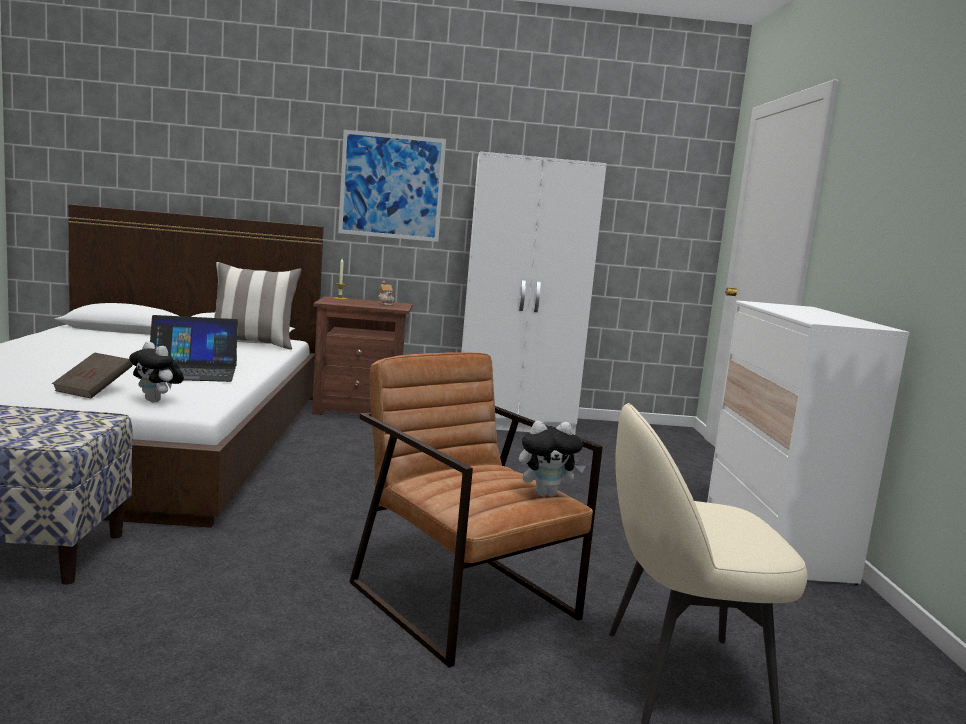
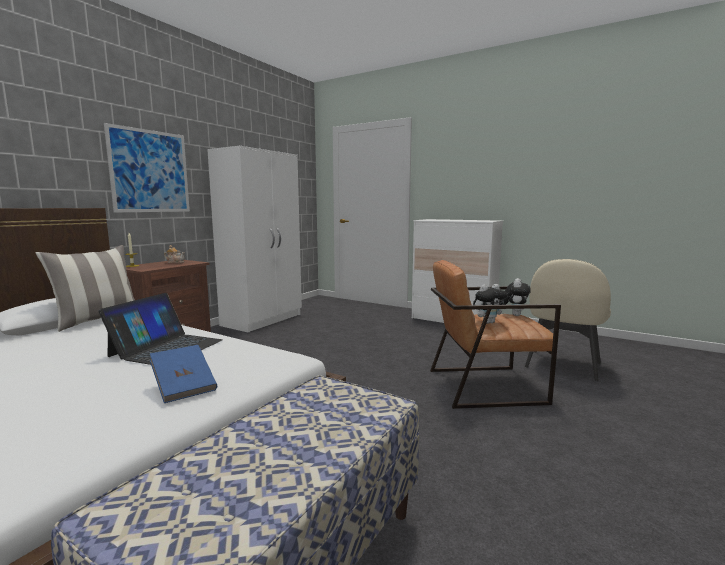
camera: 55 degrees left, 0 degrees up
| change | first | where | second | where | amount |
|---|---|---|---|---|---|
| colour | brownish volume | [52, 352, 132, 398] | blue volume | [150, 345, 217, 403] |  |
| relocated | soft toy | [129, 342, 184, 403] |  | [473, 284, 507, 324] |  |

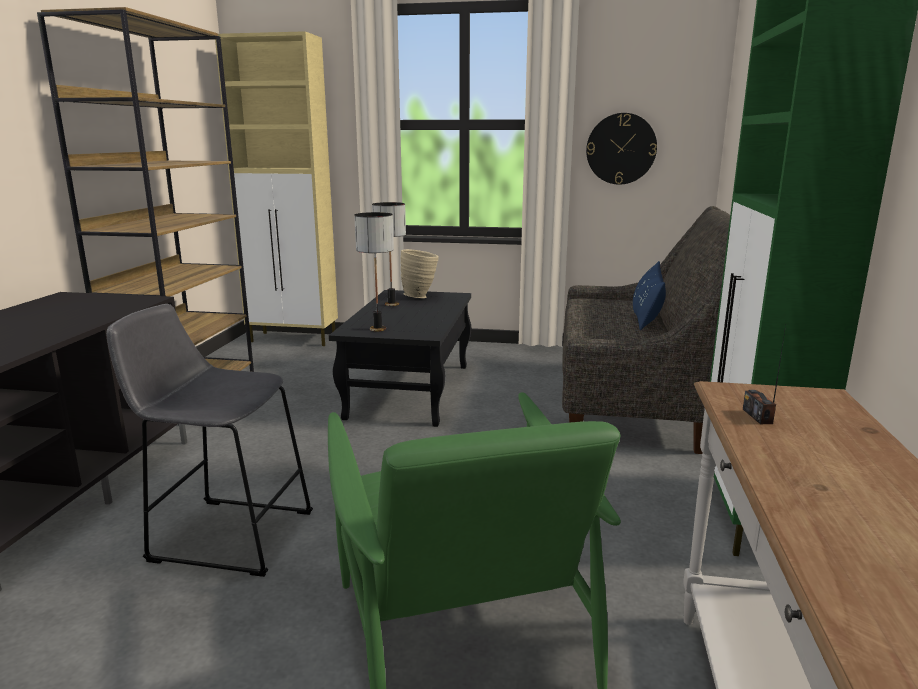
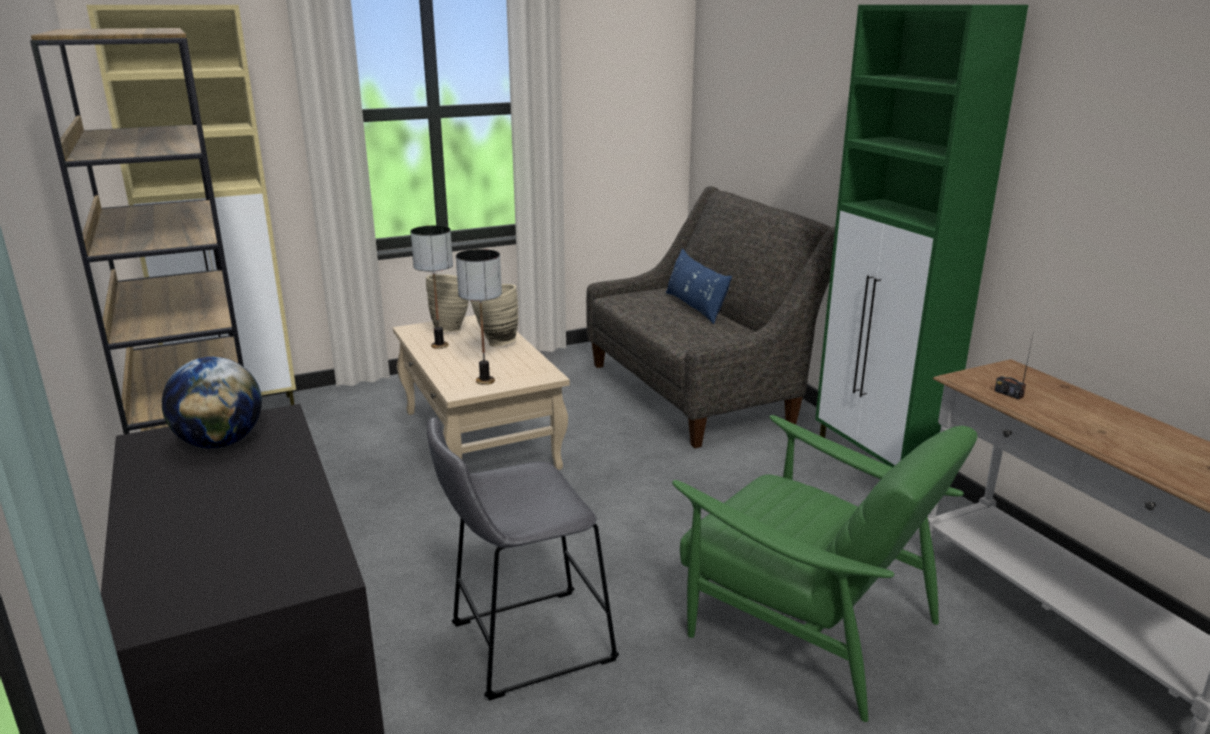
camera: 35 degrees left, 5 degrees up
| change | first | where | second | where | amount |
|---|---|---|---|---|---|
| colour | blackish coffee table | [329, 290, 471, 427] | sand-coloured coffee table | [393, 315, 570, 470] |  |
| missing | hanging clock | [586, 113, 657, 184] |  |  |  |
| appeared |  |  | world globe | [162, 357, 262, 448] |  |
| appeared |  |  | sand-coloured flower vase | [470, 284, 518, 347] |  |

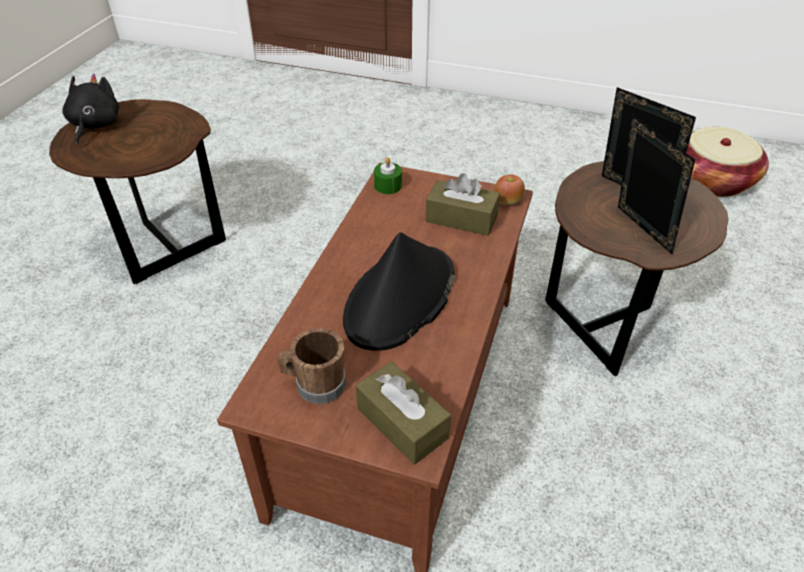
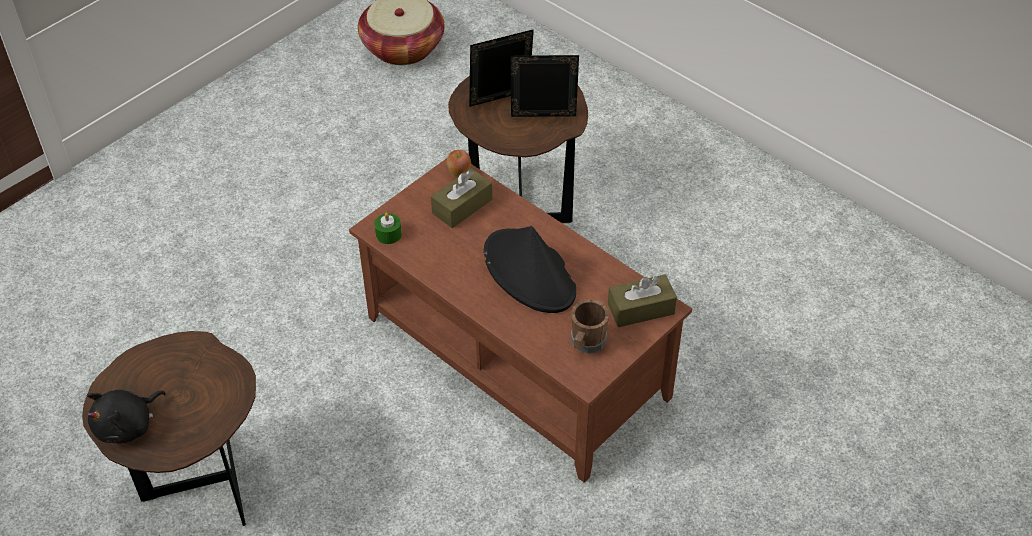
camera: 65 degrees left, 5 degrees up
| change | first | where | second | where | amount |
|---|---|---|---|---|---|
| spun | blackish soft toy | [62, 74, 119, 144] |  | [87, 390, 166, 443] | 75 degrees counterclockwise |

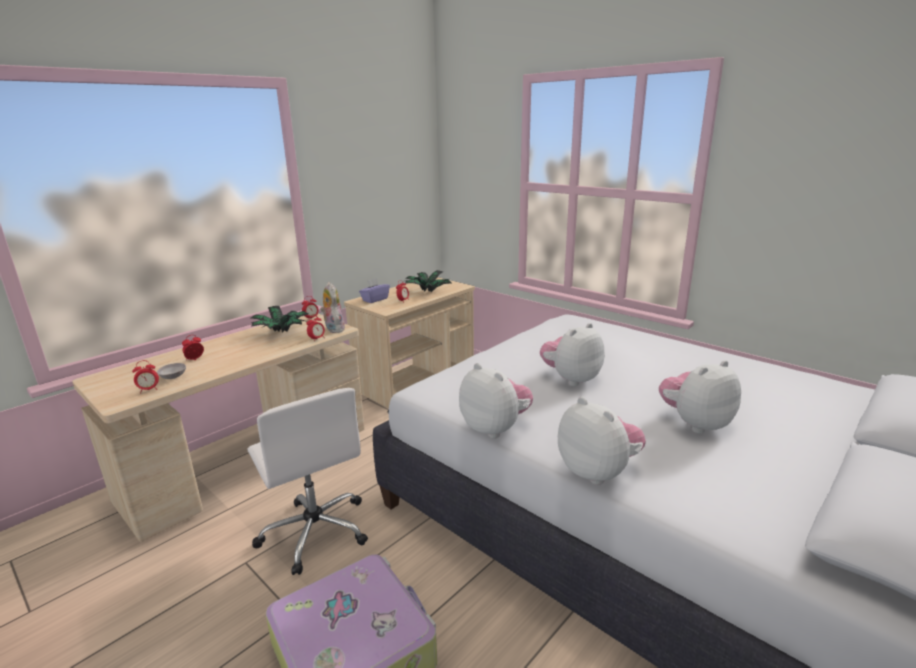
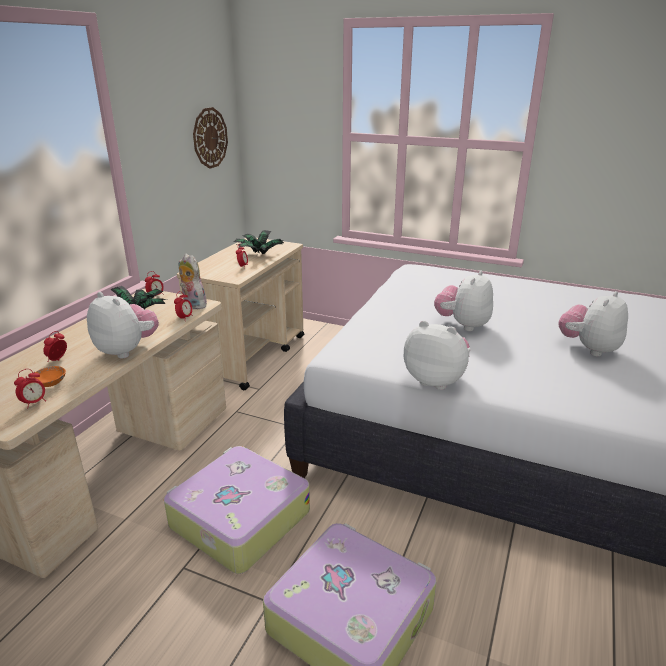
camera: 20 degrees left, 5 degrees up
| change | first | where | second | where | amount |
|---|---|---|---|---|---|
| colour | grey serving bowl | [157, 363, 186, 379] | orange-coloured serving bowl | [32, 366, 66, 387] |  |
| exchanged | white computer chair | [248, 388, 368, 575] | piece of luggage | [164, 446, 310, 574] |  |
| missing | purple box of tissues | [359, 278, 390, 303] |  |  |  |
| relocated | soft toy | [558, 397, 646, 485] |  | [87, 292, 159, 359] |  |
| appeared |  |  | hanging clock | [193, 107, 228, 169] |  |

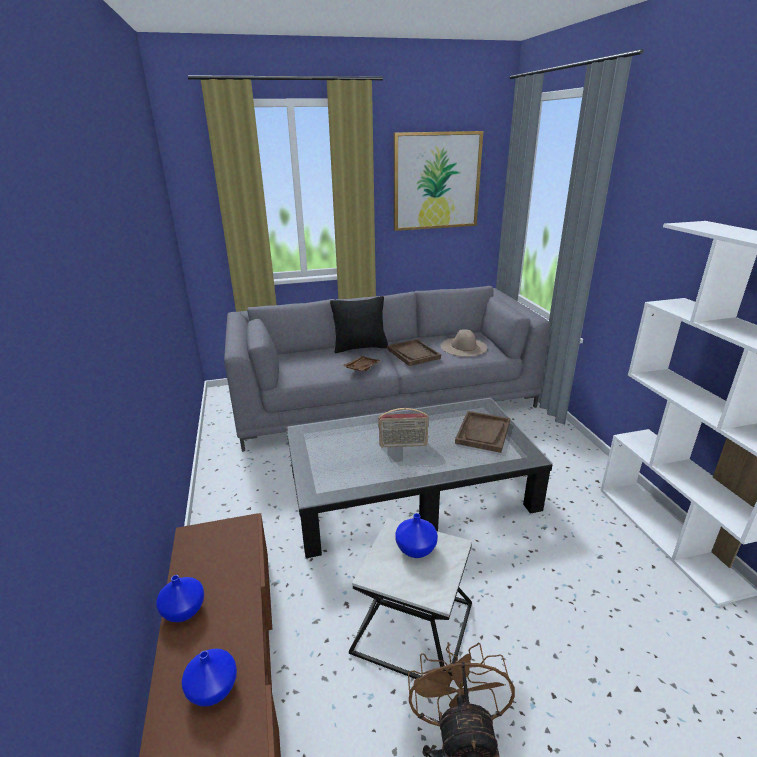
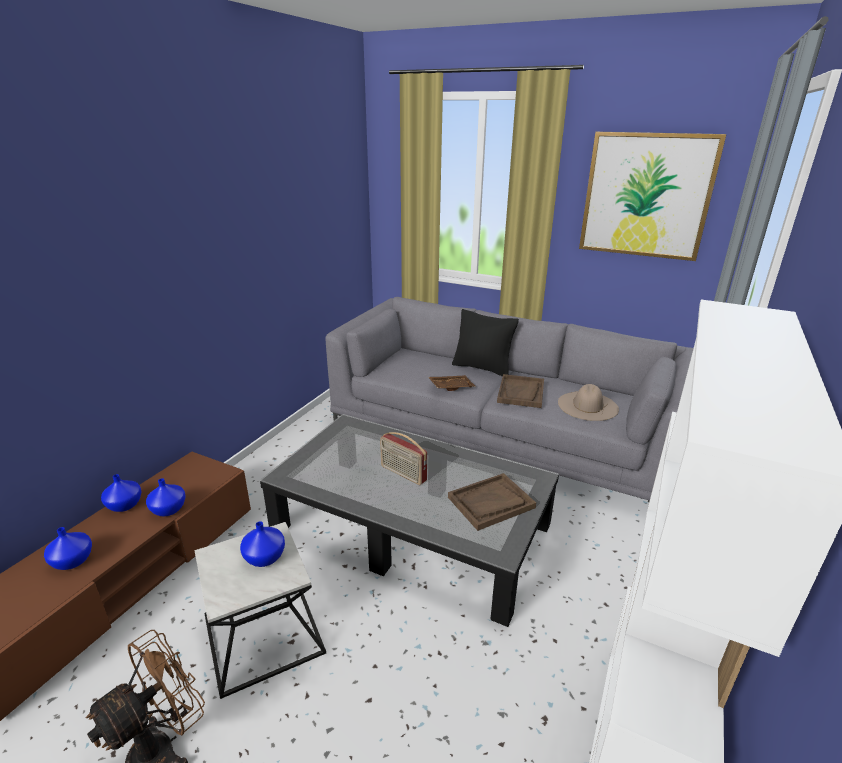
camera: 40 degrees right, 0 degrees up
| change | first | where | second | where | amount |
|---|---|---|---|---|---|
| appeared |  |  | blue flower vase | [146, 478, 186, 516] |  |

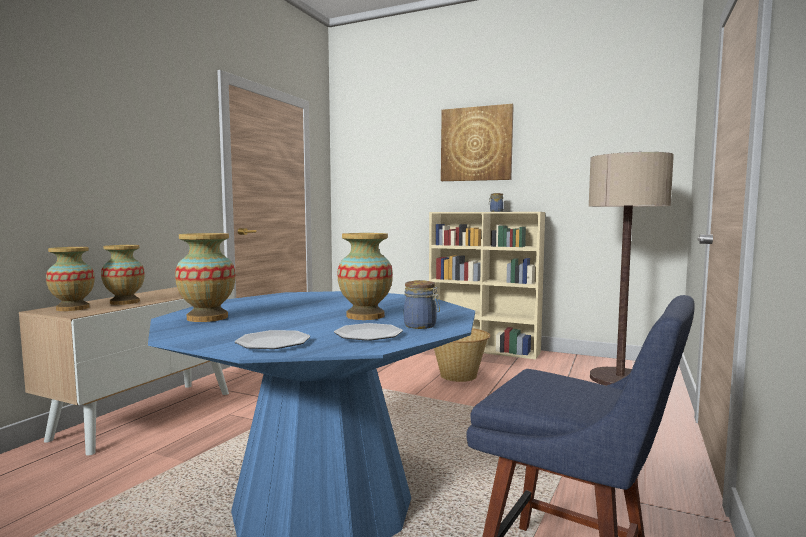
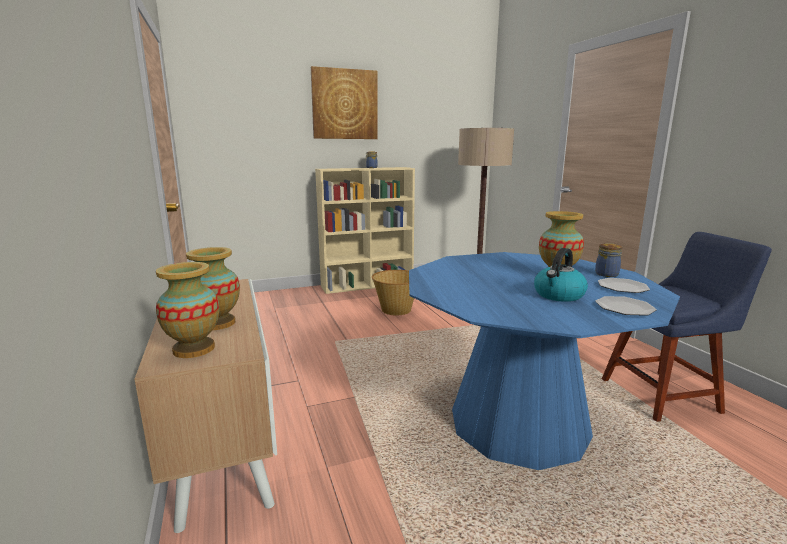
camera: 45 degrees left, 10 degrees up
| change | first | where | second | where | amount |
|---|---|---|---|---|---|
| missing | flower vase | [175, 233, 235, 322] |  |  |  |
| appeared |  |  | tea kettle | [534, 248, 588, 302] |  |

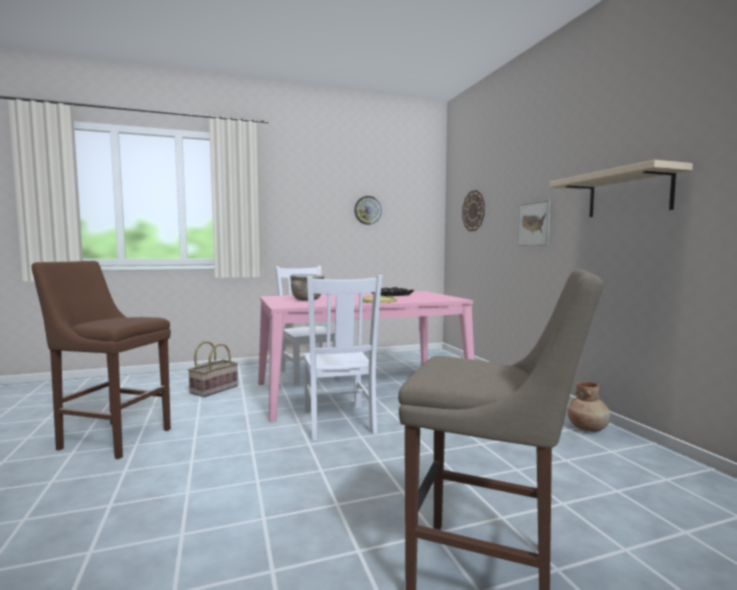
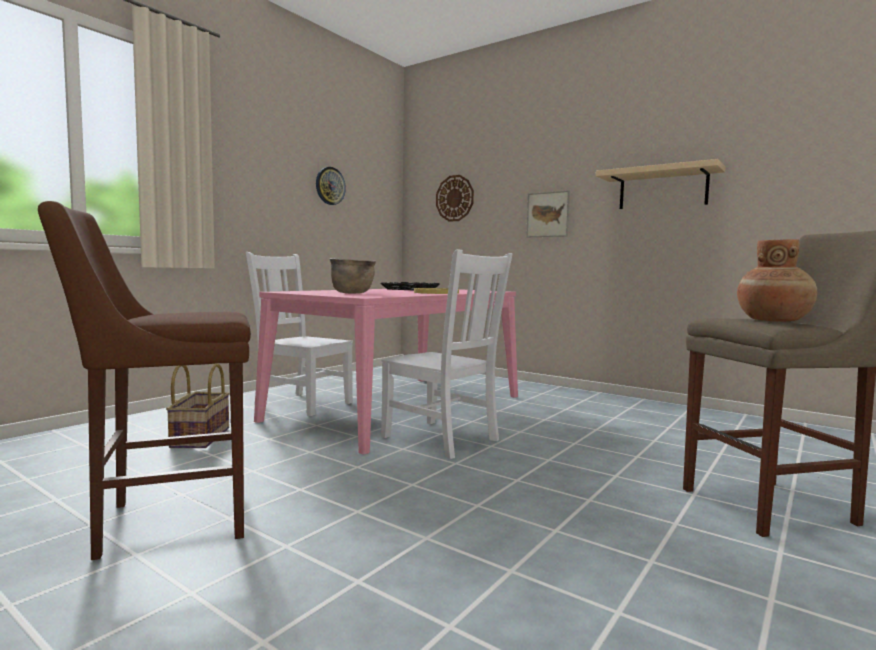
camera: 35 degrees left, 0 degrees up
| change | first | where | second | where | amount |
|---|---|---|---|---|---|
| relocated | brownish flower vase | [567, 381, 611, 432] |  | [737, 239, 817, 322] |  |

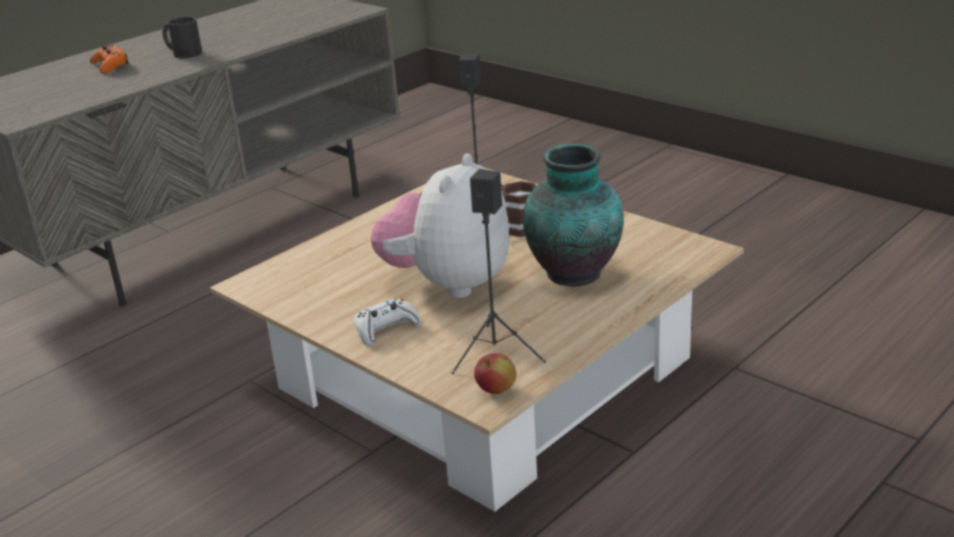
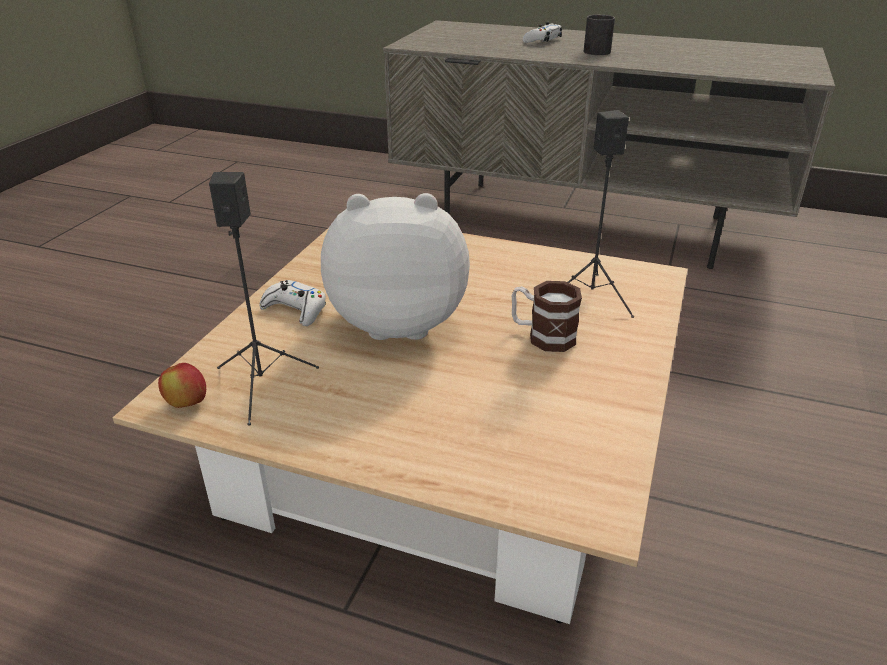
camera: 65 degrees right, 5 degrees up
| change | first | where | second | where | amount |
|---|---|---|---|---|---|
| colour | orange-coloured game controller | [90, 45, 129, 74] | white game controller | [523, 22, 562, 43] |  |
| missing | flower vase | [523, 143, 624, 287] |  |  |  |

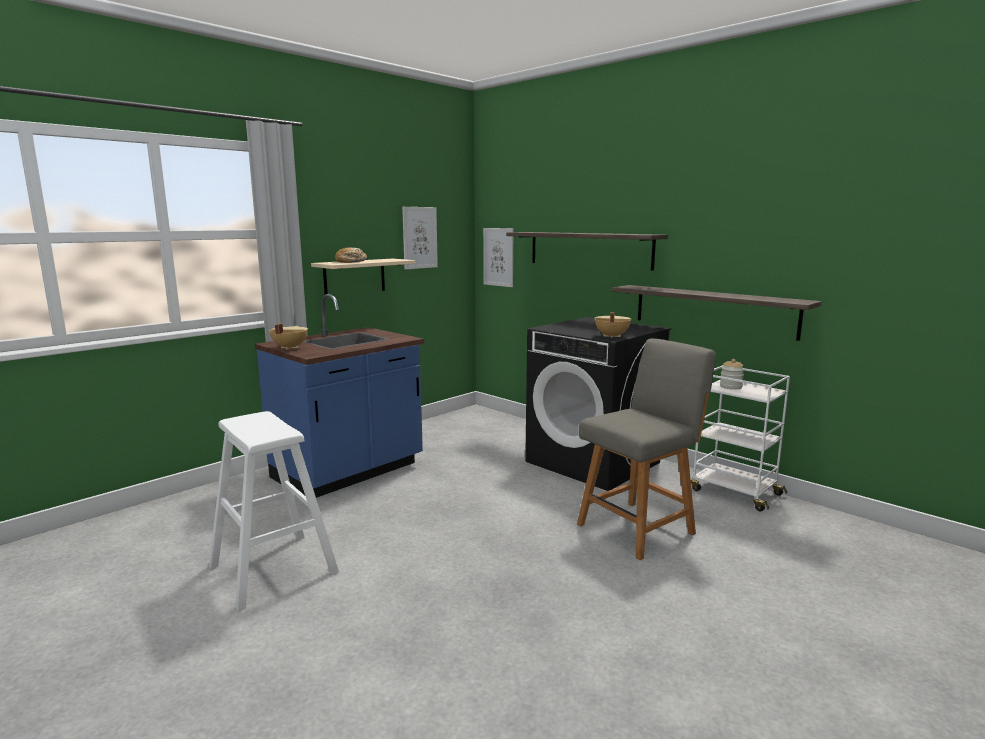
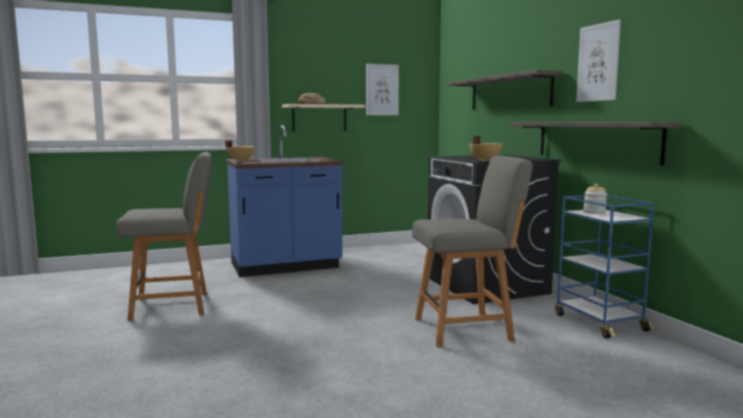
camera: 25 degrees right, 5 degrees down
| change | first | where | second | where | amount |
|---|---|---|---|---|---|
| exchanged | white stool seat | [209, 411, 339, 611] | grey upright chair | [116, 152, 212, 321] |  |
| relocated | wall art | [483, 228, 513, 287] |  | [576, 19, 621, 102] |  |
| colour | white trolley | [691, 365, 790, 512] | blue trolley | [555, 195, 654, 339] |  |

